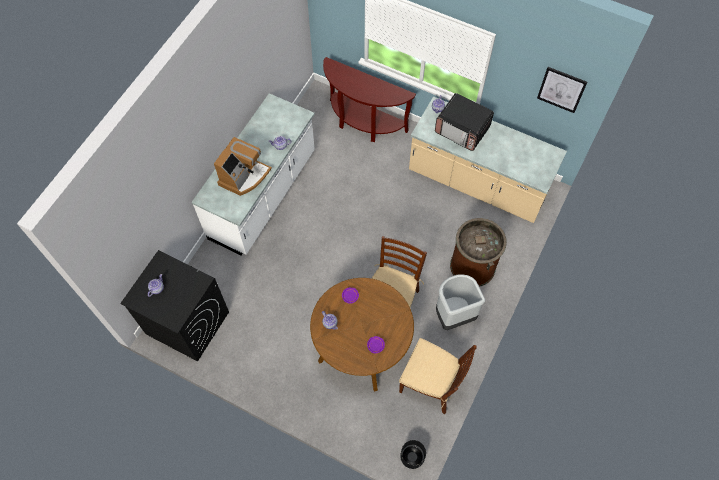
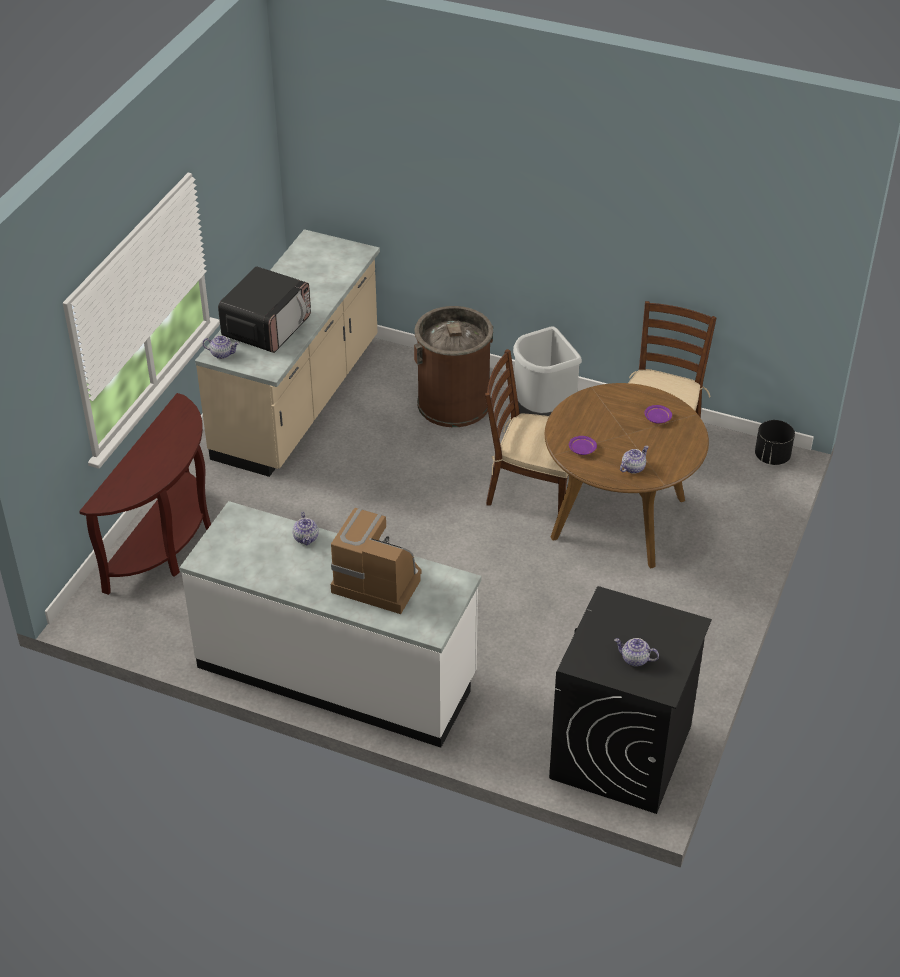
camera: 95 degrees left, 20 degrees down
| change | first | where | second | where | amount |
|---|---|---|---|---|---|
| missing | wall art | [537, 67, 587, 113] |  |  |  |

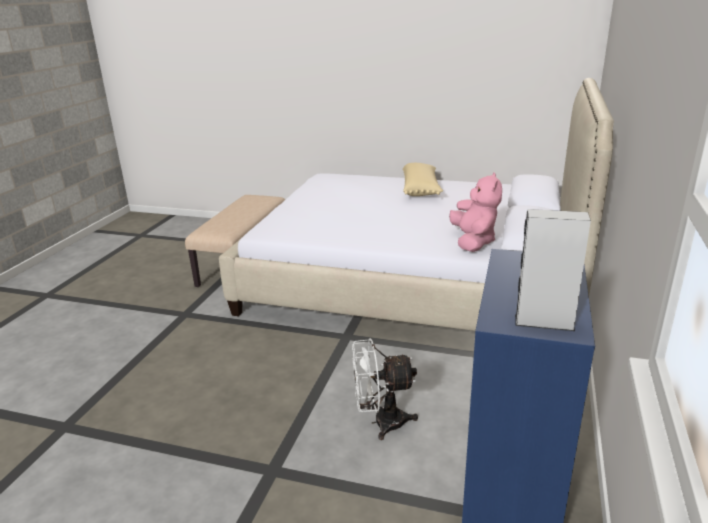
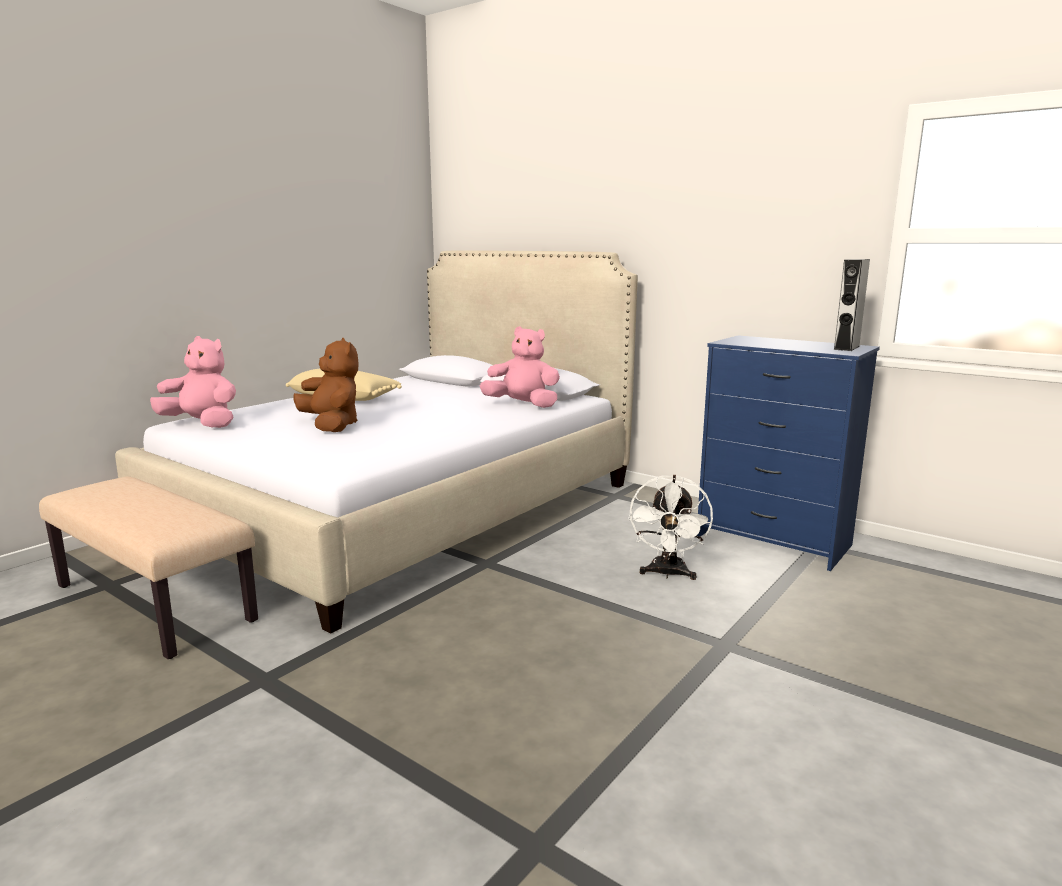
camera: 70 degrees left, 10 degrees down
| change | first | where | second | where | amount |
|---|---|---|---|---|---|
| appeared |  |  | pink soft toy | [150, 336, 236, 428] |  |
| appeared |  |  | brownish soft toy | [293, 338, 358, 432] |  |

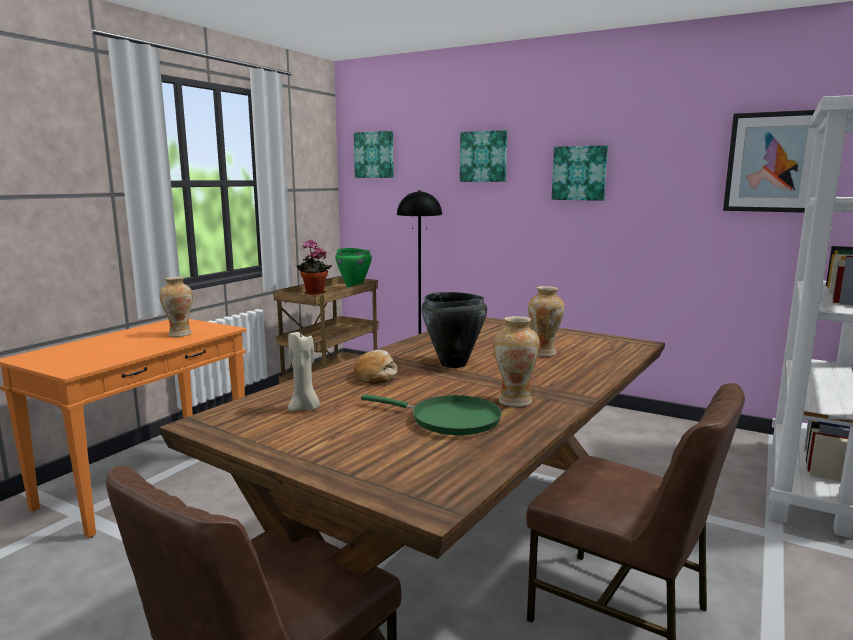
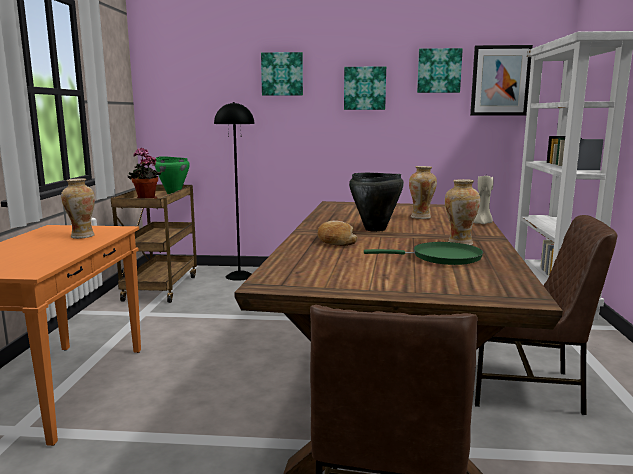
camera: 25 degrees left, 0 degrees up
| change | first | where | second | where | amount |
|---|---|---|---|---|---|
| relocated | sand-coloured wax light | [288, 330, 320, 411] |  | [474, 176, 493, 224] |  |
| relocated | wall art | [354, 131, 394, 178] |  | [417, 48, 463, 93] |  |

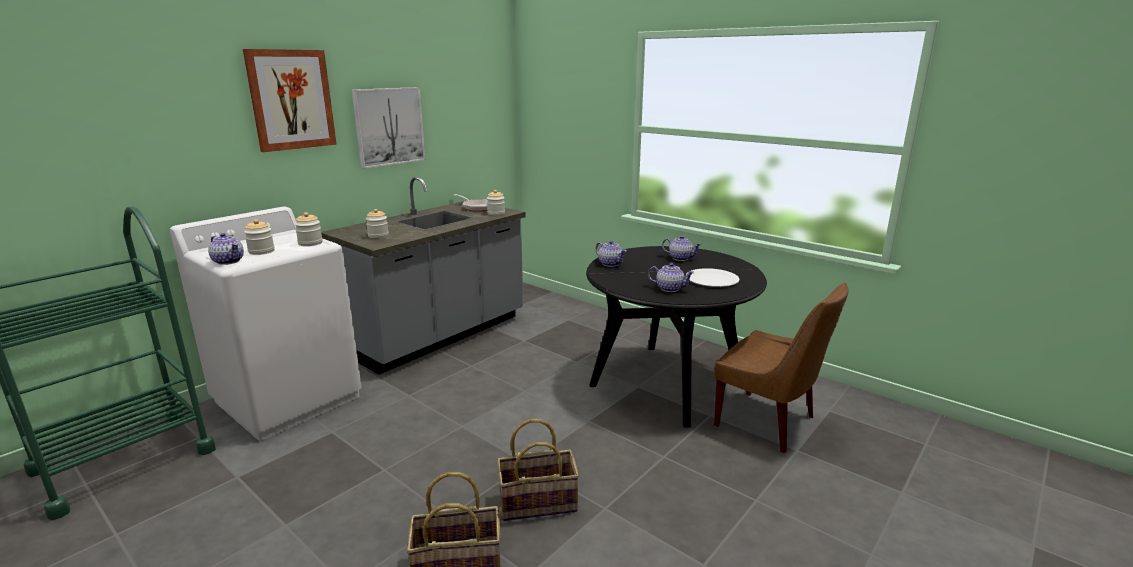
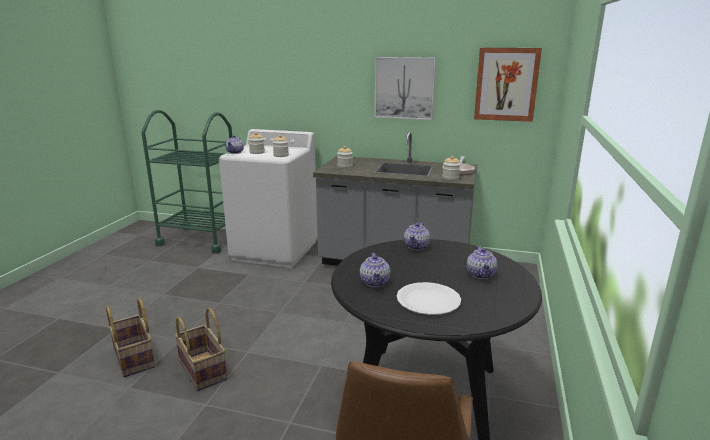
camera: 65 degrees right, 0 degrees up
| change | first | where | second | where | amount |
|---|---|---|---|---|---|
| relocated | wall art | [243, 49, 337, 152] |  | [474, 48, 542, 122] |  |

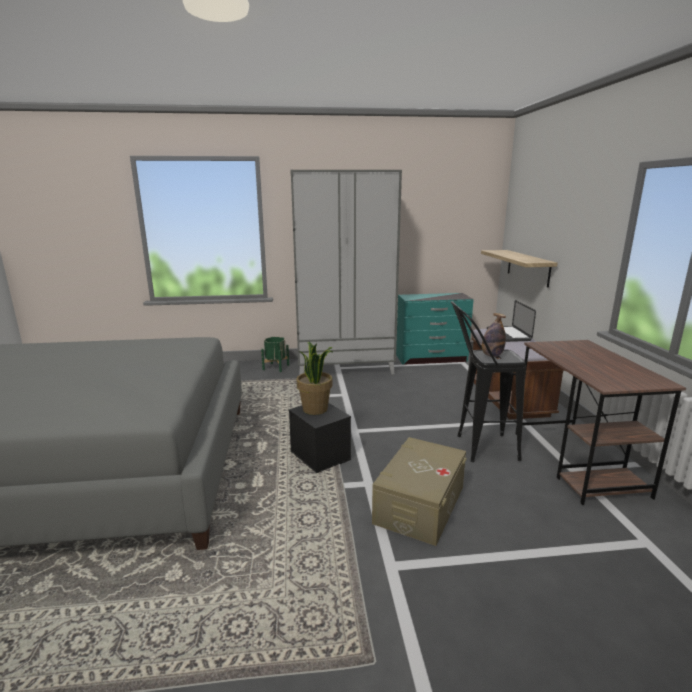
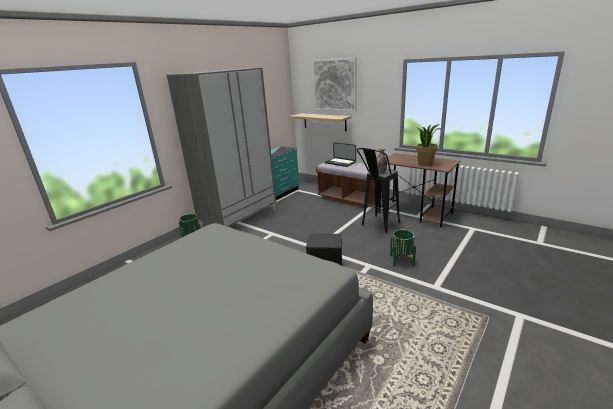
camera: 45 degrees left, 5 degrees up
| change | first | where | second | where | amount |
|---|---|---|---|---|---|
| relocated | houseplant | [296, 342, 333, 415] |  | [415, 124, 440, 166] |  |
| exchanged | sand-coloured storage box | [372, 437, 467, 546] | green planter | [390, 230, 416, 266] |  |
| appeared |  |  | wall art | [312, 57, 357, 112] |  |

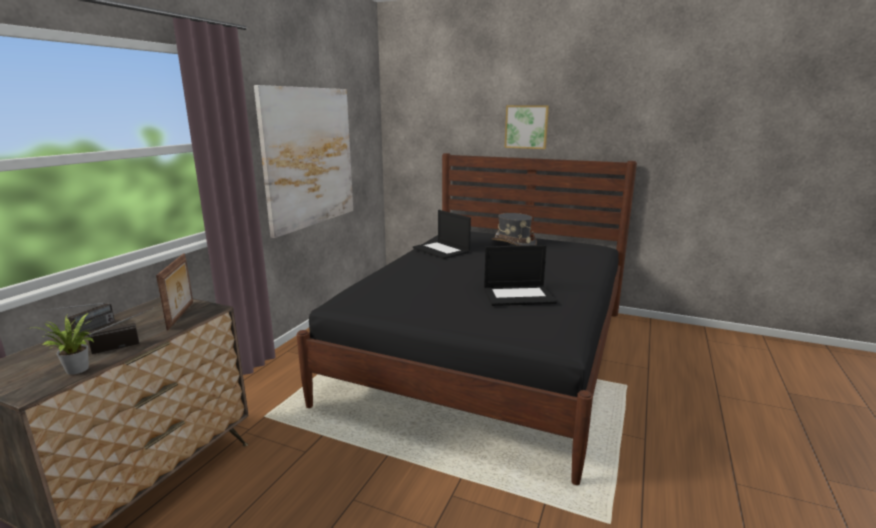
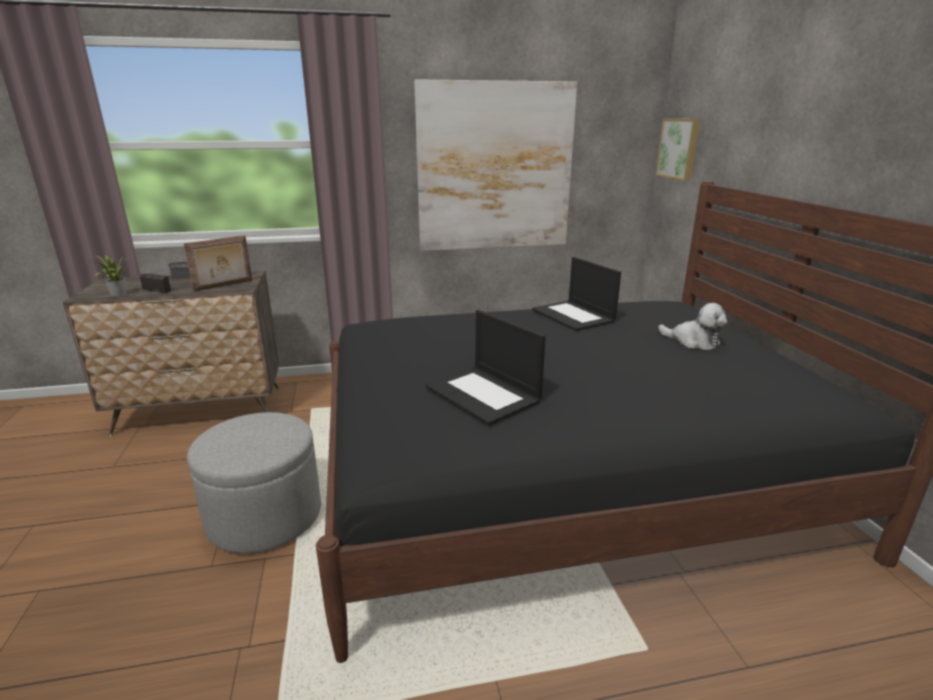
camera: 55 degrees right, 5 degrees up
| change | first | where | second | where | amount |
|---|---|---|---|---|---|
| spun | portable computer | [413, 210, 471, 259] |  | [532, 257, 621, 331] | 45 degrees counterclockwise |
| exchanged | grey hat | [492, 213, 537, 246] | soft toy | [658, 303, 728, 350] |  |
| relocated | wall art | [505, 105, 549, 149] |  | [656, 119, 700, 180] |  |
| appeared |  |  | grey pouffe | [187, 412, 321, 553] |  |

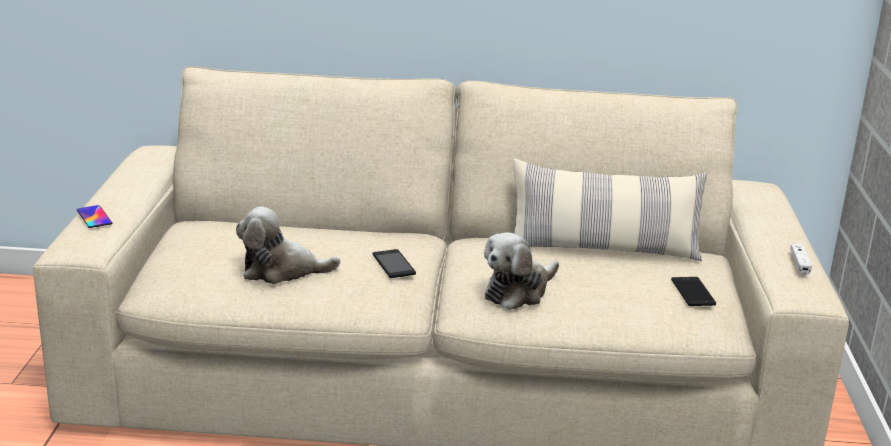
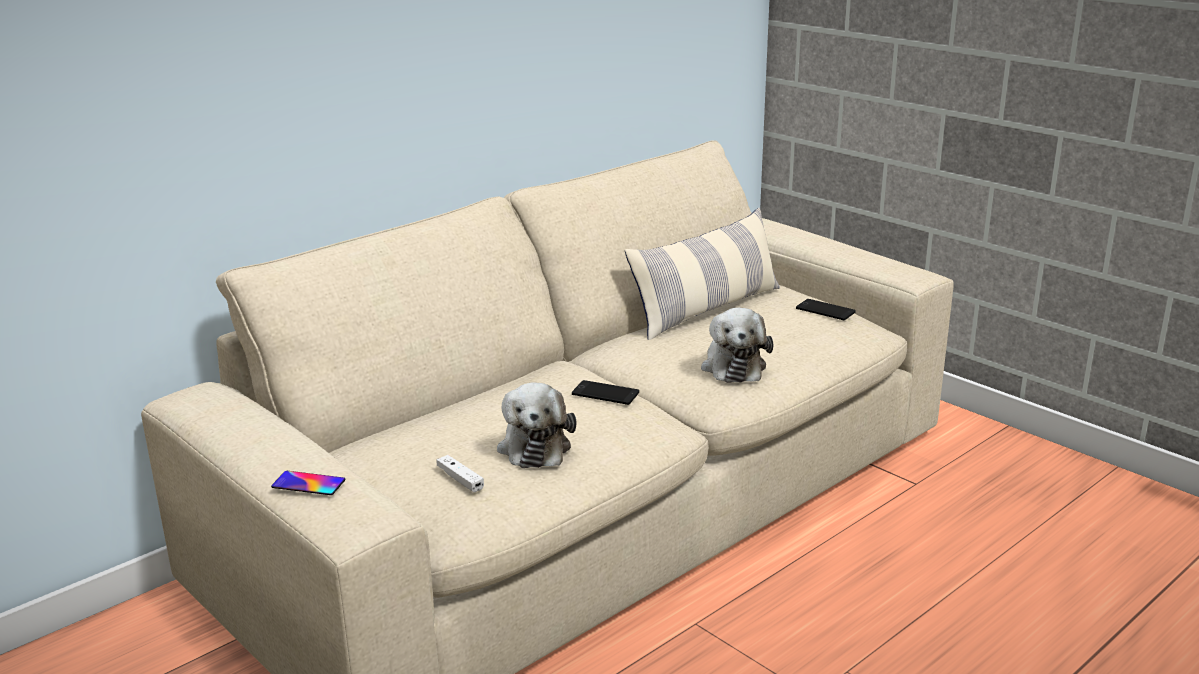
camera: 45 degrees left, 0 degrees up
| change | first | where | second | where | amount |
|---|---|---|---|---|---|
| spun | soft toy | [236, 206, 340, 284] |  | [497, 383, 577, 468] | 45 degrees counterclockwise |
| relocated | white game controller | [790, 243, 812, 275] |  | [437, 455, 484, 492] |  |

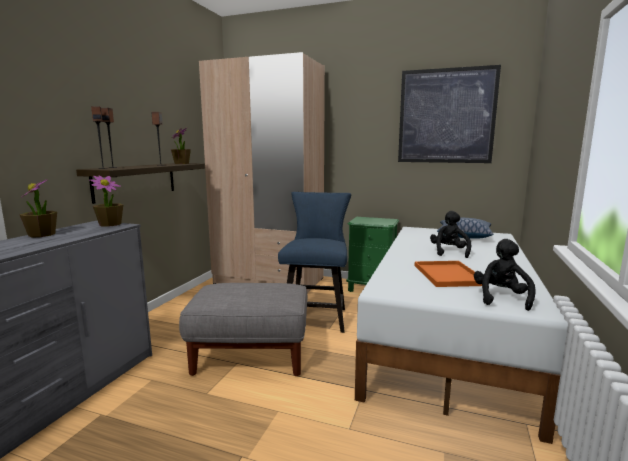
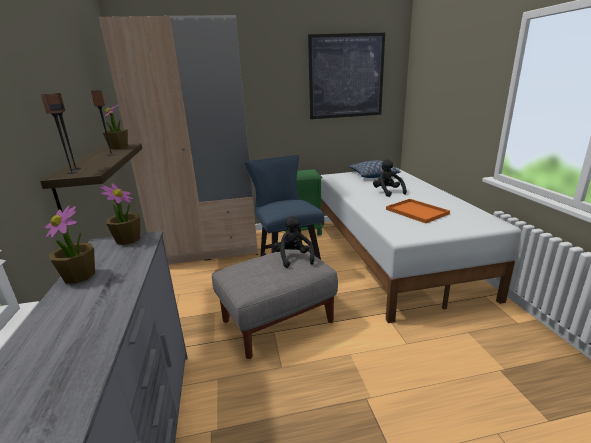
camera: 30 degrees left, 10 degrees up
| change | first | where | second | where | amount |
|---|---|---|---|---|---|
| relocated | blackish soft toy | [474, 239, 536, 311] |  | [273, 216, 315, 268] |  |

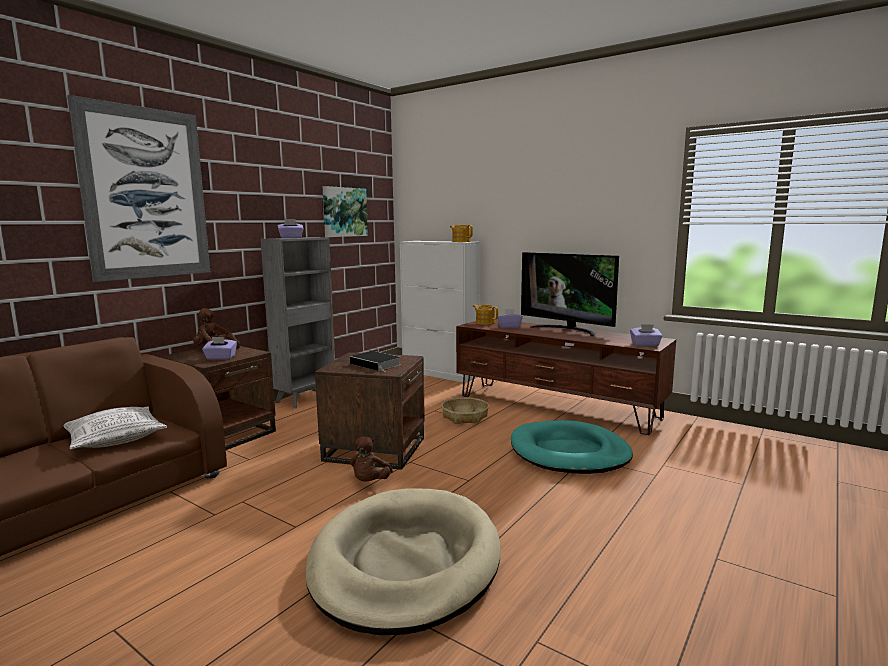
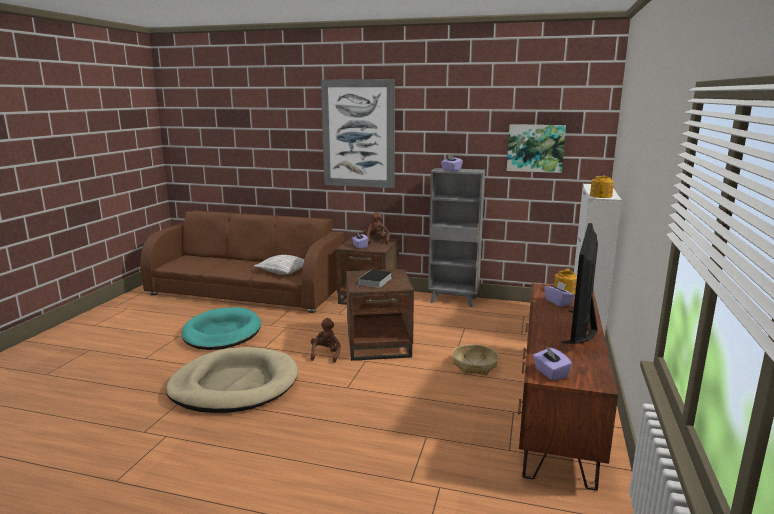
camera: 70 degrees right, 5 degrees up
| change | first | where | second | where | amount |
|---|---|---|---|---|---|
| spun | brownish soft toy | [350, 436, 393, 482] |  | [311, 318, 341, 363] | 105 degrees clockwise |
| relocated | turquoise pet bed | [511, 420, 633, 474] |  | [182, 307, 261, 350] |  |

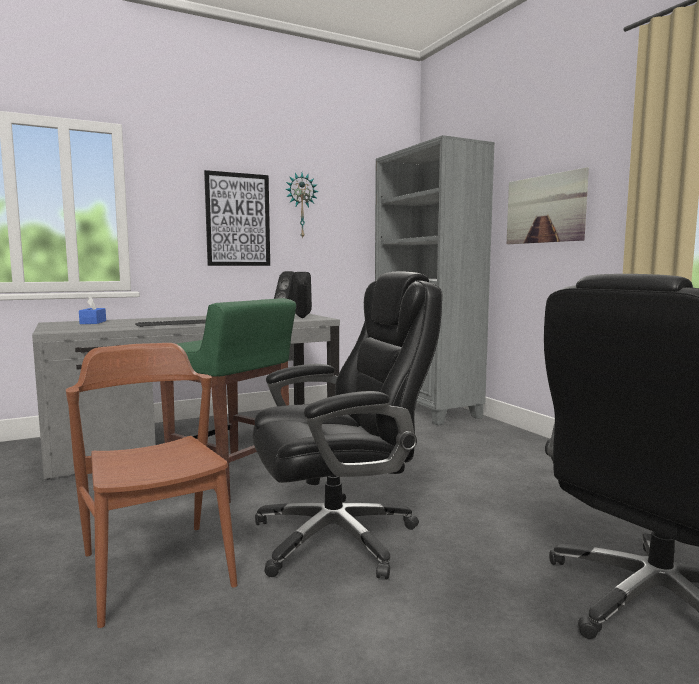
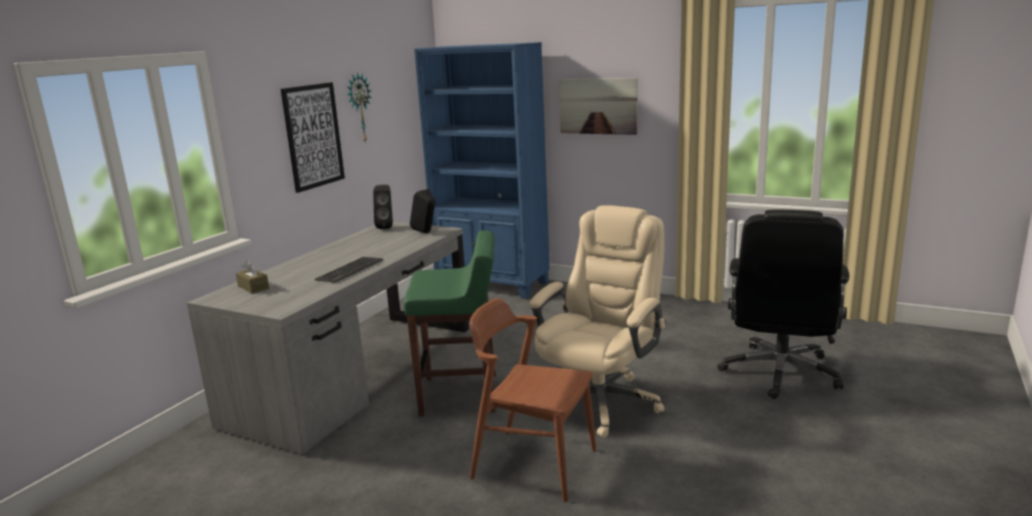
camera: 35 degrees left, 10 degrees up
| change | first | where | second | where | amount |
|---|---|---|---|---|---|
| colour | blue box of tissues | [79, 296, 106, 324] | brownish box of tissues | [236, 261, 269, 294] |  |
| colour | blackish computer chair | [253, 271, 442, 579] | sand-coloured computer chair | [530, 205, 666, 438] |  |
| colour | grey bookcase | [375, 135, 495, 425] | blue bookcase | [414, 42, 550, 299] |  |

